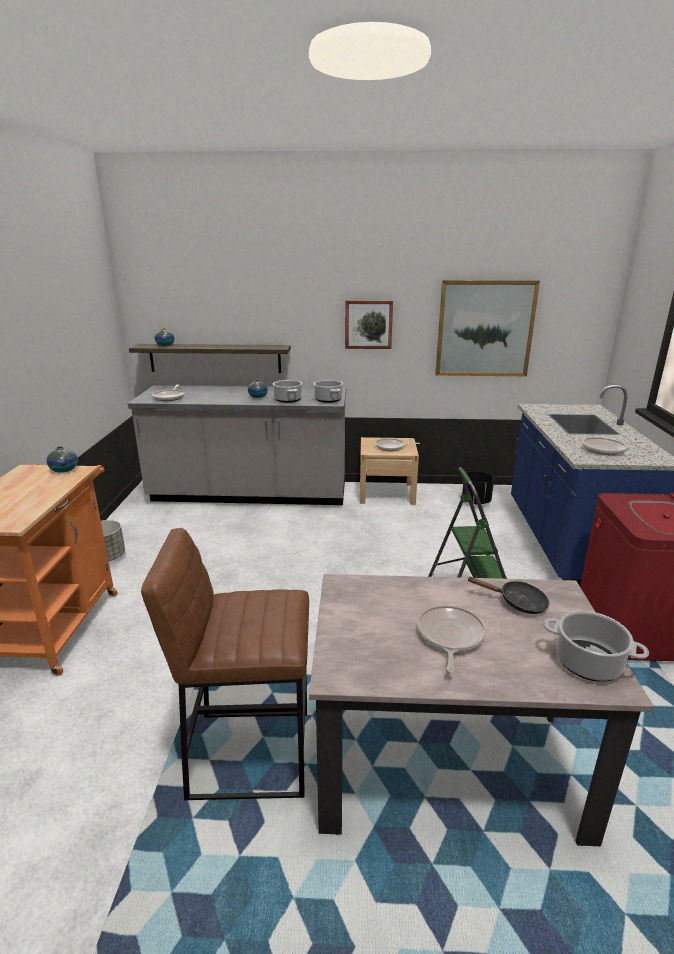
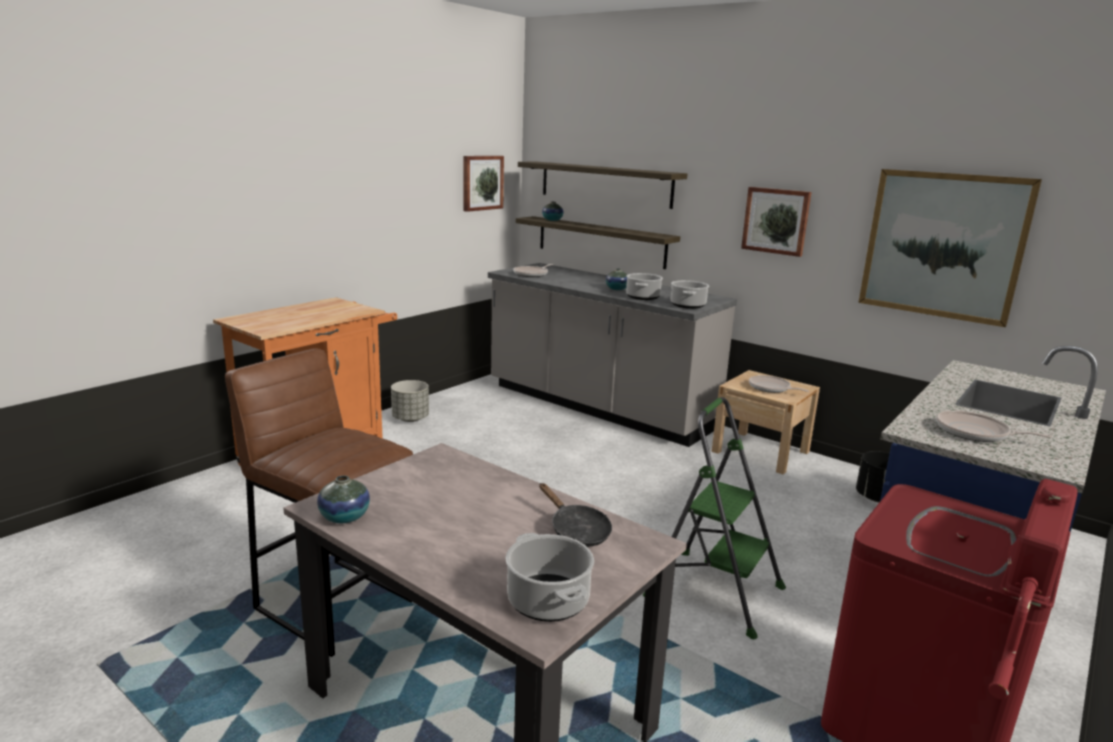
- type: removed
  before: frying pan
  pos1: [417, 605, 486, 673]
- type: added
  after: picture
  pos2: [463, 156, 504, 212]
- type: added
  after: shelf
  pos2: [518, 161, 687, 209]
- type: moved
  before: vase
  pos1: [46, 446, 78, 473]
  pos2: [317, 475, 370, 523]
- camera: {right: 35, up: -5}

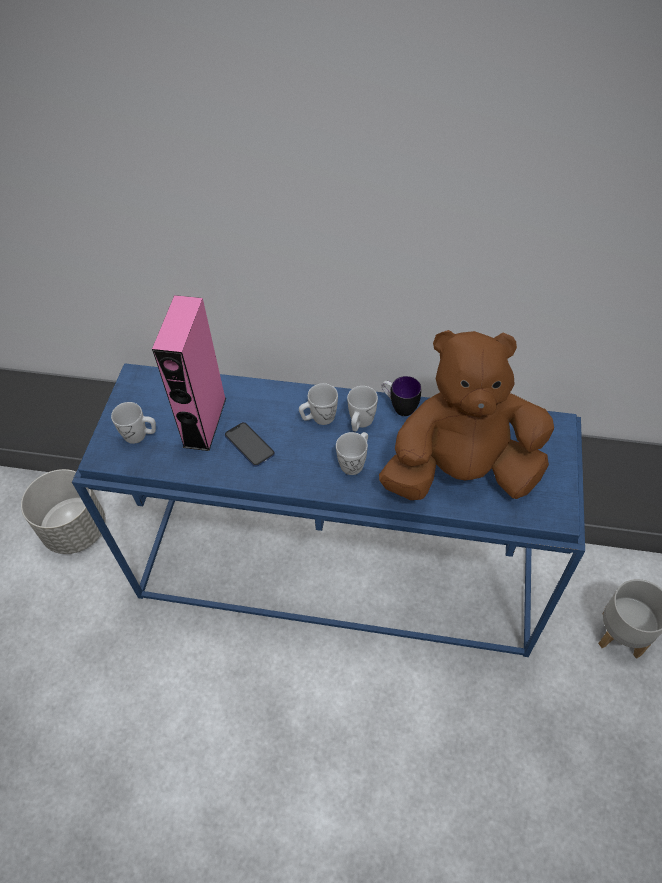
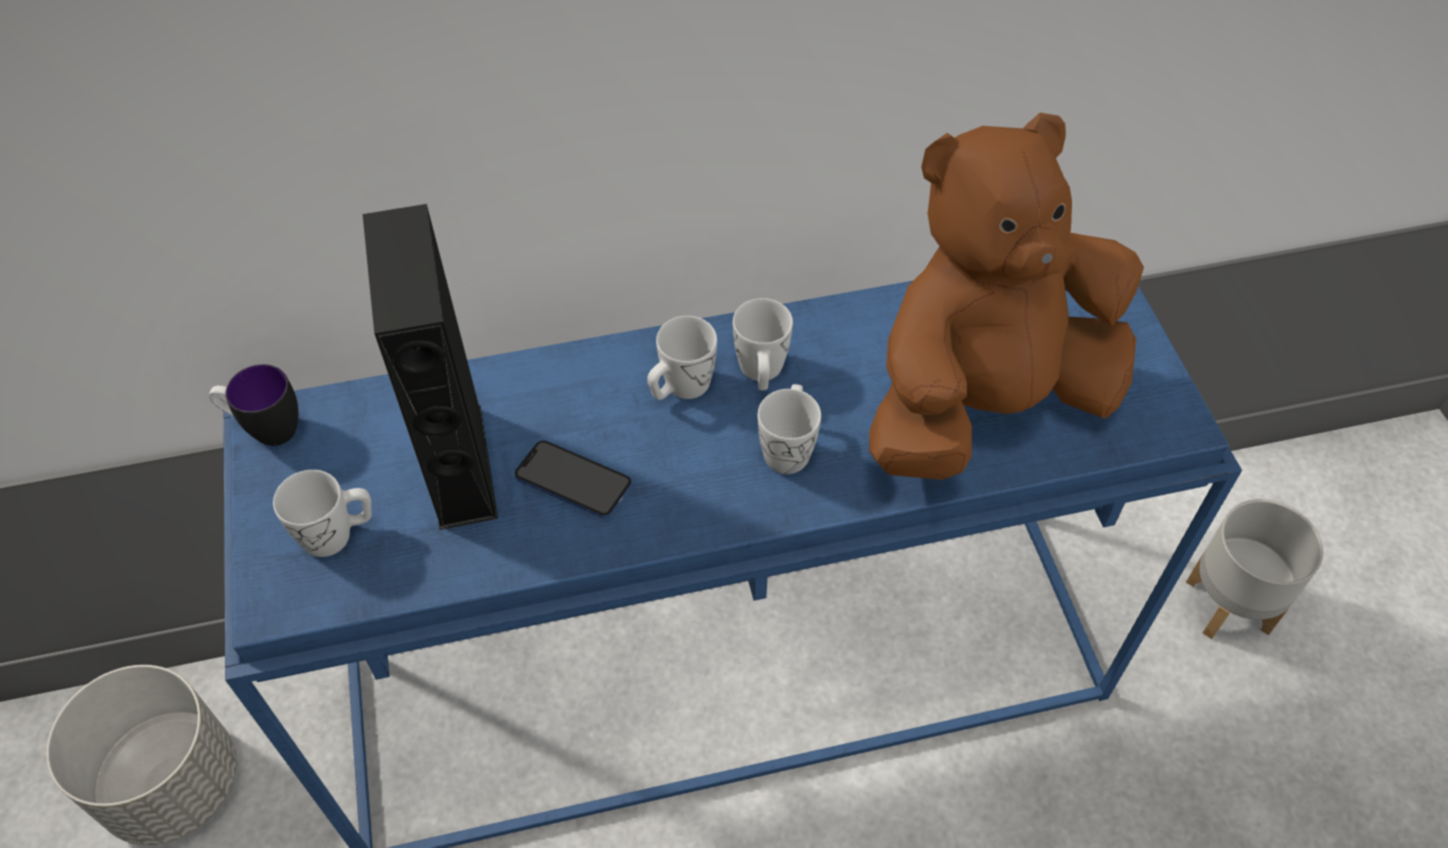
- type: moved
  before: mug
  pos1: [382, 376, 421, 416]
  pos2: [209, 364, 298, 446]
- type: recoloured
  before: speaker (pink)
  after: speaker (black)
  pos1: [152, 295, 226, 451]
  pos2: [363, 204, 498, 530]
- camera: {right: -25, up: 0}

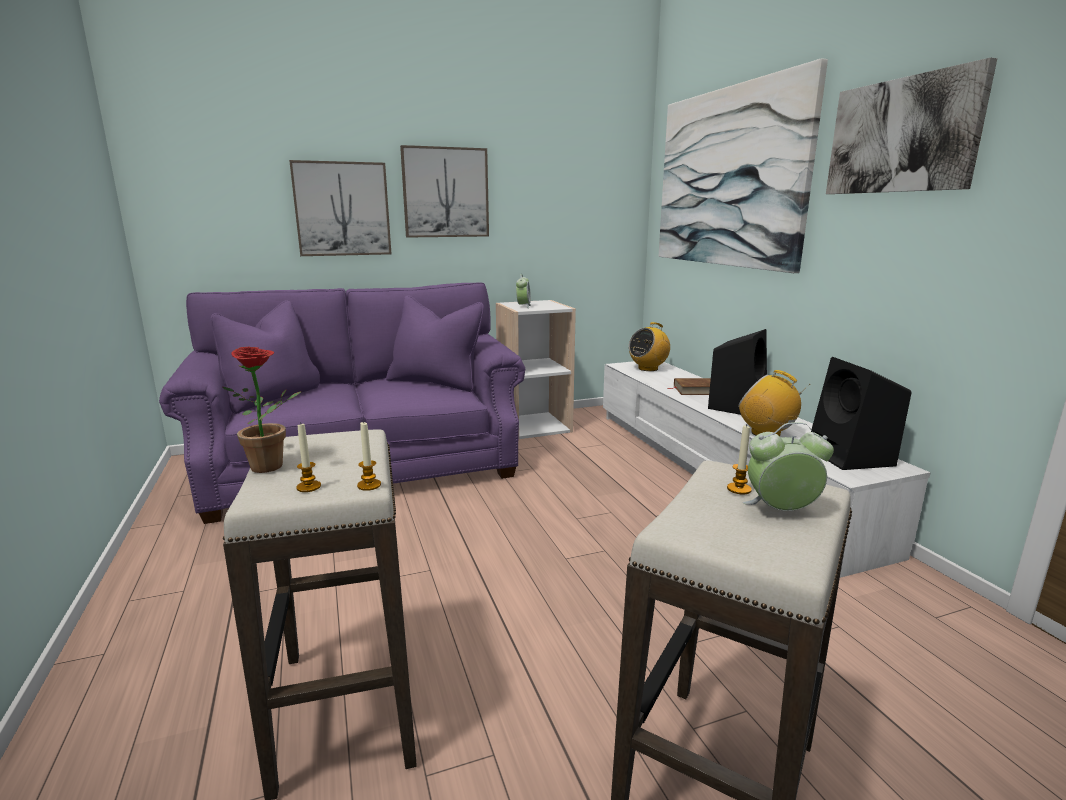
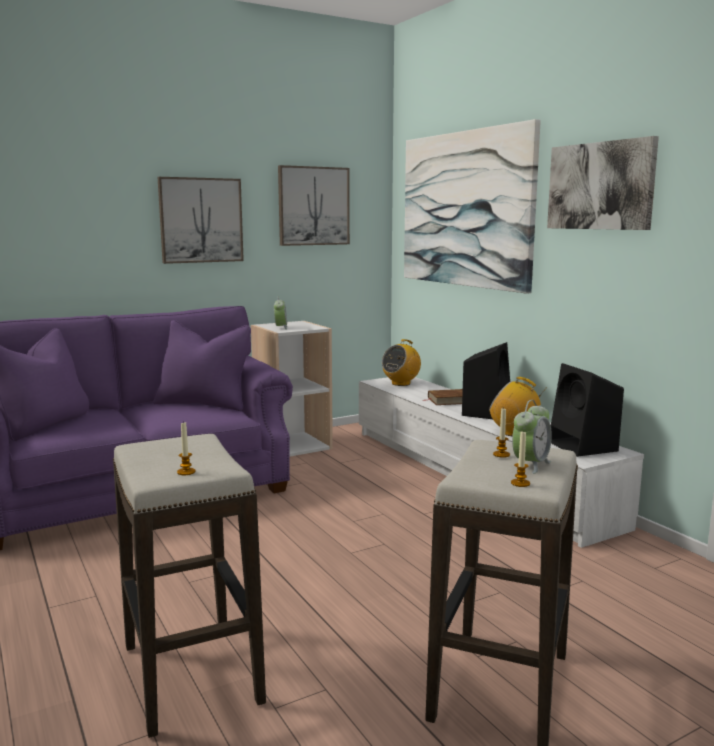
- type: removed
  before: potted plant
  pos1: [223, 347, 301, 473]
- type: moved
  before: picture
  pos1: [289, 160, 392, 256]
  pos2: [278, 165, 350, 246]
- type: moved
  before: candle
  pos1: [357, 421, 381, 491]
  pos2: [511, 430, 530, 487]
- type: turned
  before: alarm clock
  pos1: [743, 422, 834, 511]
  pos2: [512, 400, 552, 474]
  turn: 135
- camera: {right: -10, up: -5}

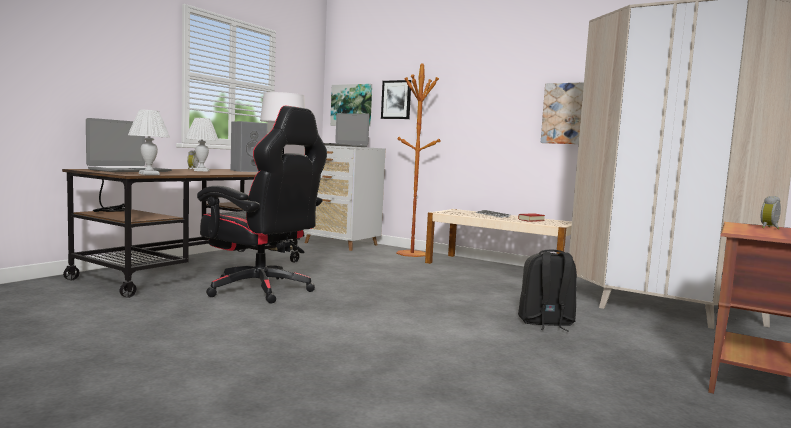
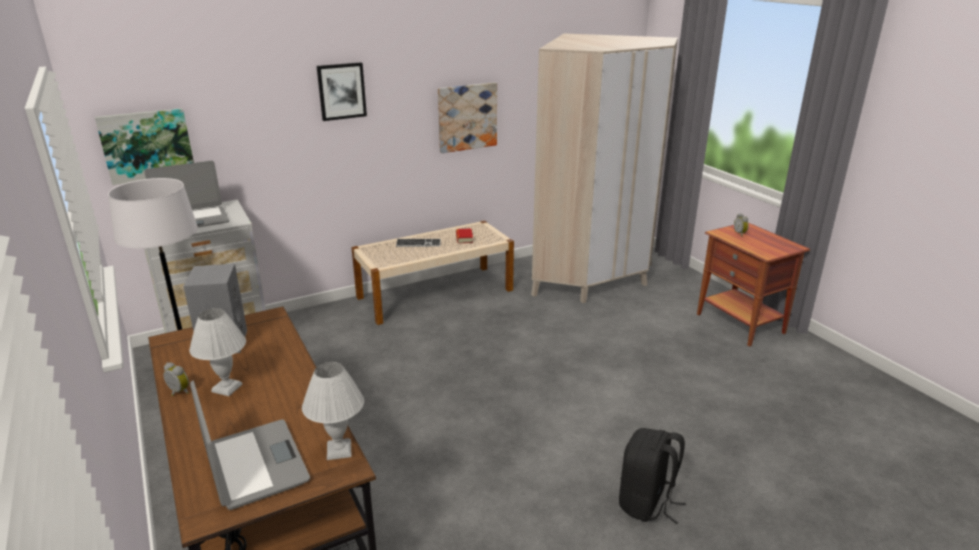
- type: removed
  before: office chair (black)
  pos1: [197, 106, 327, 304]
- type: removed
  before: clothes rack (orange)
  pos1: [396, 63, 440, 257]
- type: moved
  before: picture
  pos1: [381, 80, 411, 119]
  pos2: [317, 62, 367, 121]
- type: moved
  before: backpack (black)
  pos1: [518, 249, 577, 331]
  pos2: [619, 428, 686, 524]
- camera: {right: -60, up: 20}

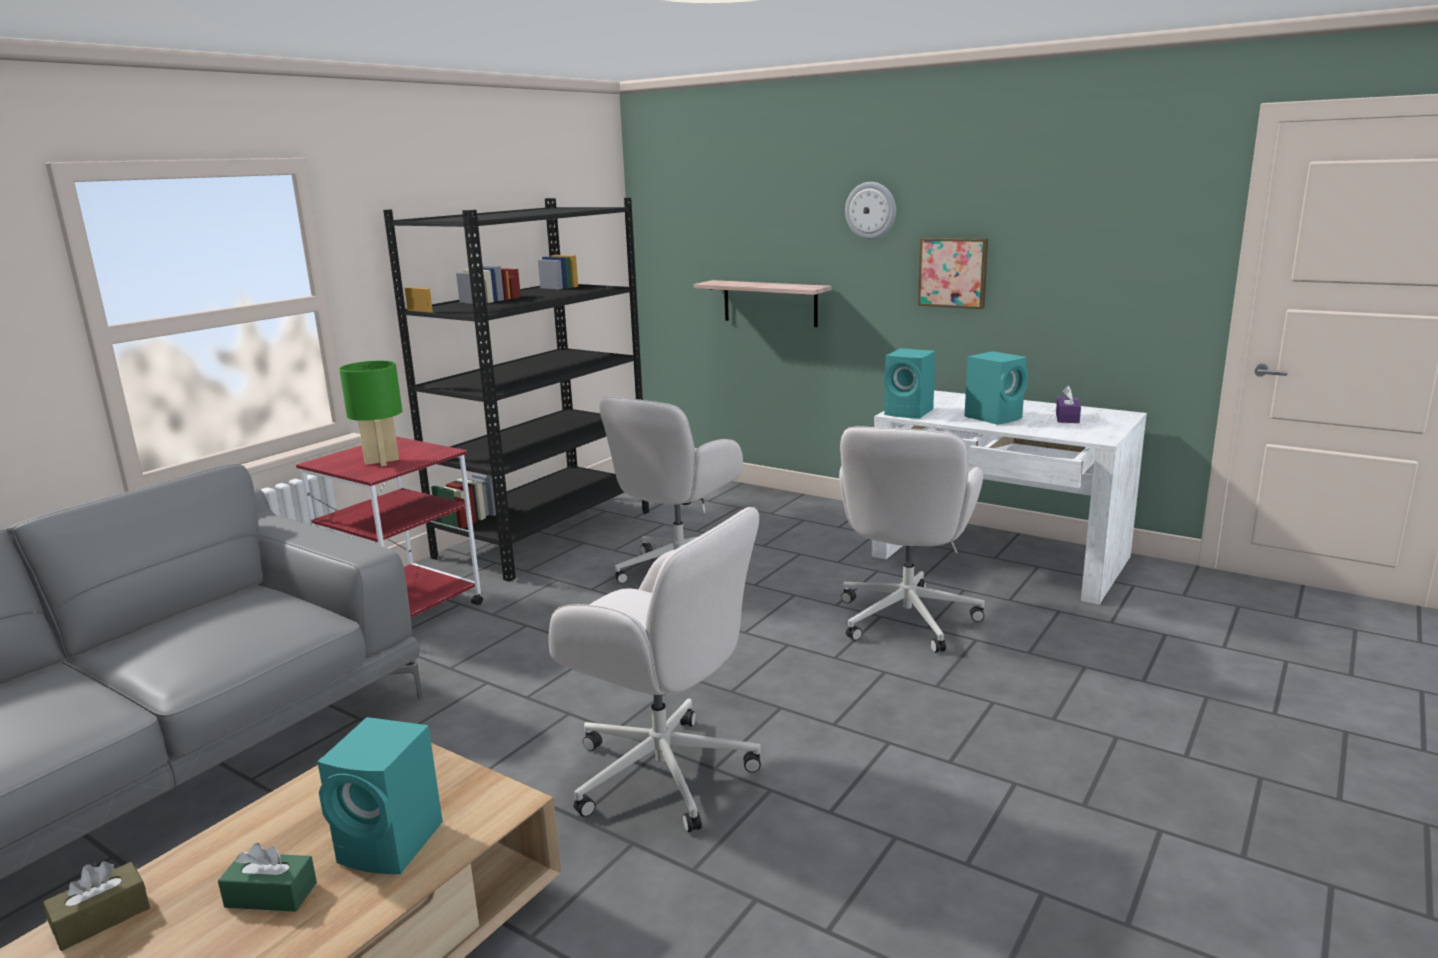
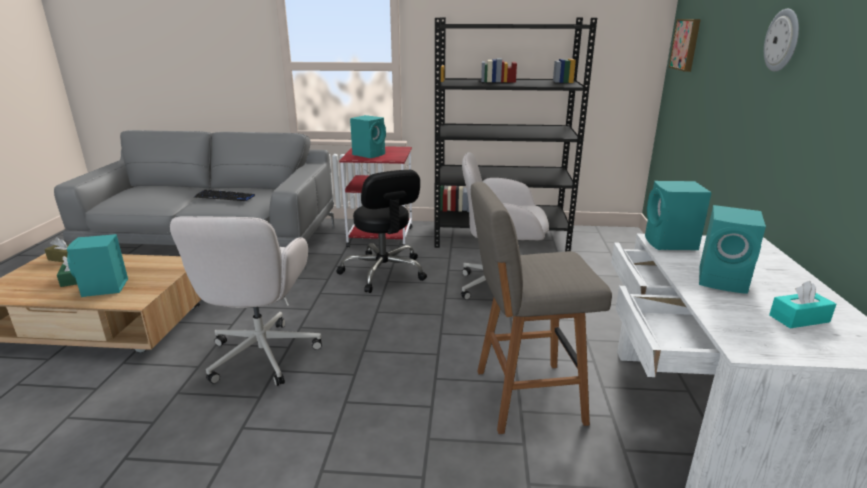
- type: removed
  before: shelf
  pos1: [694, 280, 832, 327]
- type: added
  after: keyboard
  pos2: [194, 190, 255, 201]
- type: added
  after: office chair (black)
  pos2: [336, 170, 427, 293]
- type: moved
  before: picture
  pos1: [918, 238, 988, 309]
  pos2: [669, 19, 701, 72]
- type: replaced
  before: table lamp (green)
  after: speaker (turquoise)
  pos1: [339, 361, 402, 466]
  pos2: [350, 115, 386, 158]
- type: replaced
  before: office chair (white)
  after: stool (grey)
  pos1: [839, 426, 985, 653]
  pos2: [471, 182, 612, 434]
- type: recoloured
  before: tissue box (purple)
  after: tissue box (turquoise)
  pos1: [1056, 386, 1081, 423]
  pos2: [769, 281, 836, 328]
- camera: {right: 60, up: 5}

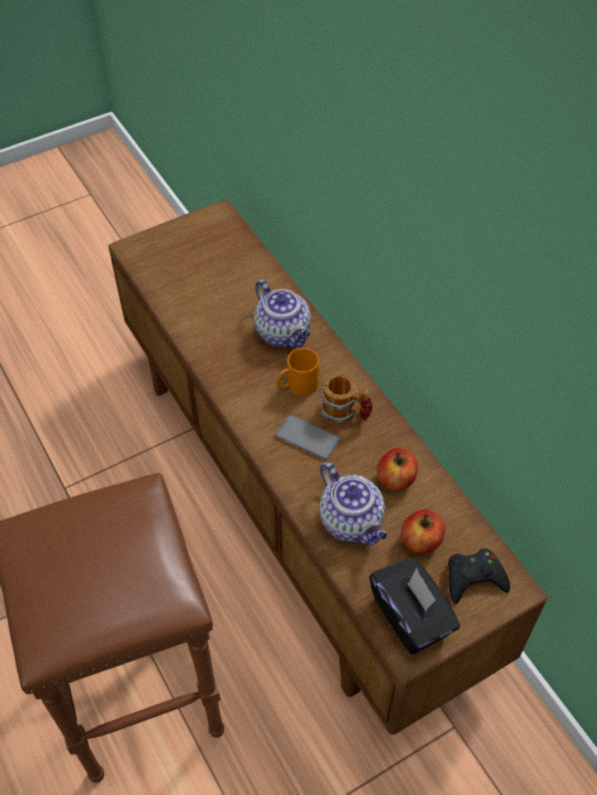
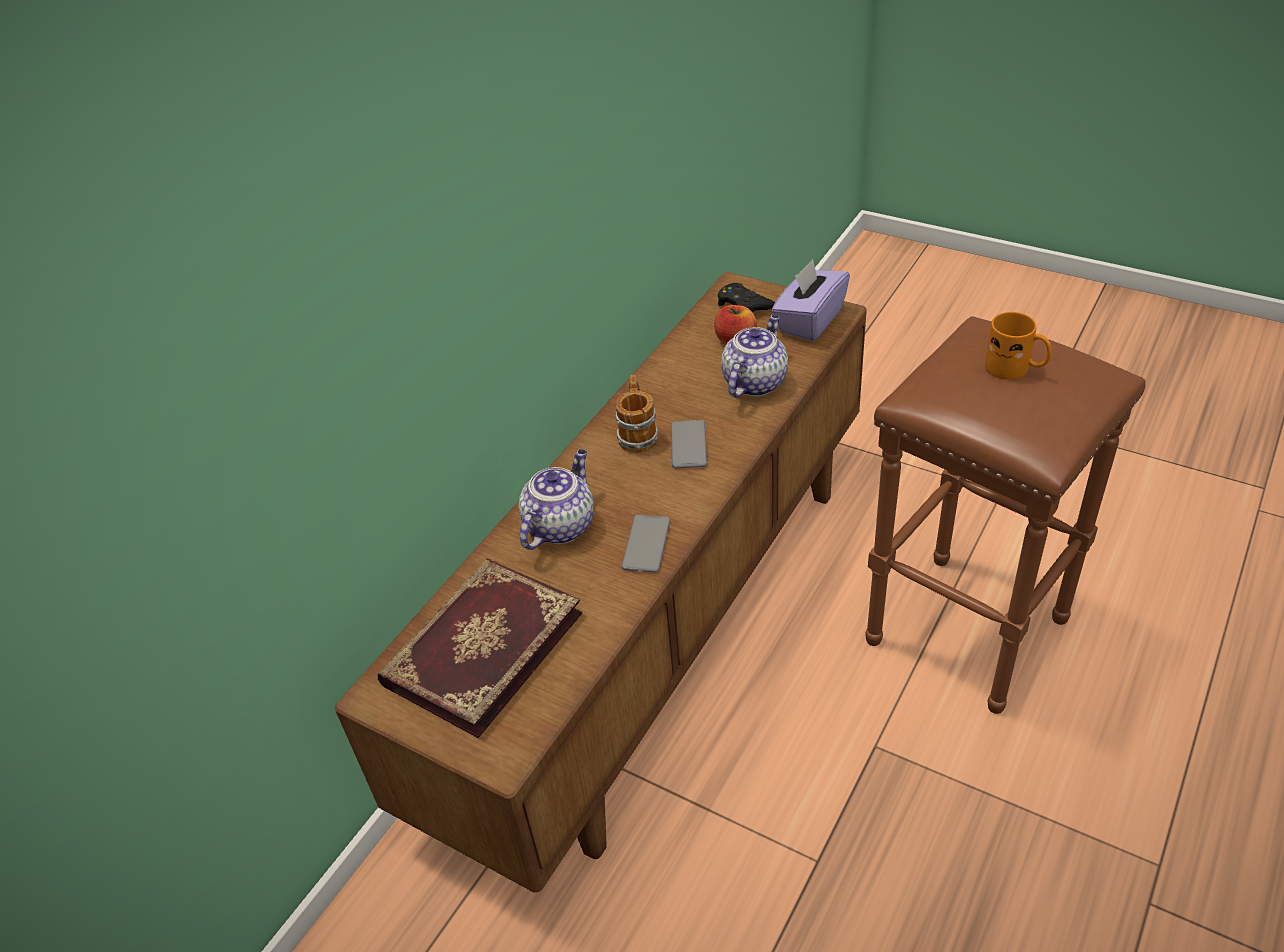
- type: removed
  before: apple
  pos1: [377, 448, 418, 491]
- type: added
  after: book
  pos2: [378, 559, 582, 738]
- type: added
  after: phone
  pos2: [622, 515, 670, 573]
- type: moved
  before: mug (orange)
  pos1: [276, 348, 319, 396]
  pos2: [985, 312, 1052, 379]
- type: recoloured
  before: tissue box (black)
  after: tissue box (purple)
  pos1: [369, 558, 460, 655]
  pos2: [772, 259, 850, 341]
- camera: {right: -115, up: -10}

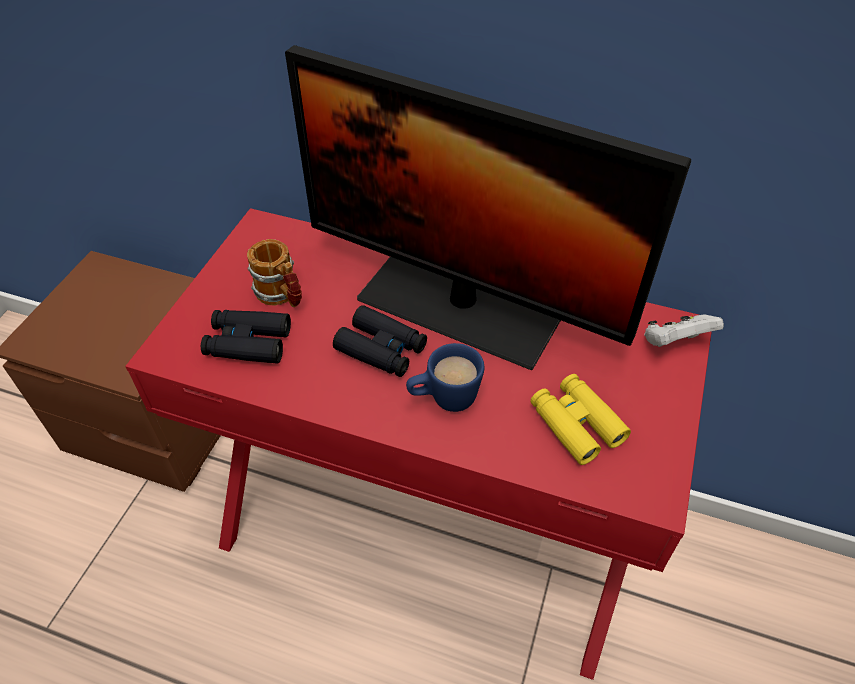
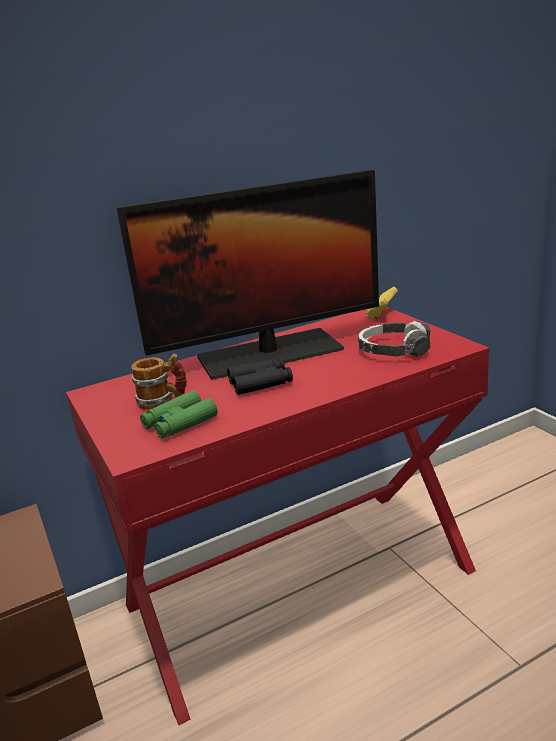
- type: removed
  before: mug (blue)
  pos1: [406, 343, 484, 412]
- type: replaced
  before: binoculars (yellow)
  after: headphones
  pos1: [531, 374, 631, 465]
  pos2: [358, 321, 431, 356]
- type: recoloured
  before: binoculars (black)
  after: binoculars (green)
  pos1: [201, 310, 291, 364]
  pos2: [140, 390, 218, 439]
- type: recoloured
  before: game controller (white)
  after: game controller (yellow)
  pos1: [644, 315, 724, 347]
  pos2: [365, 287, 398, 319]
- camera: {right: -45, up: -25}

